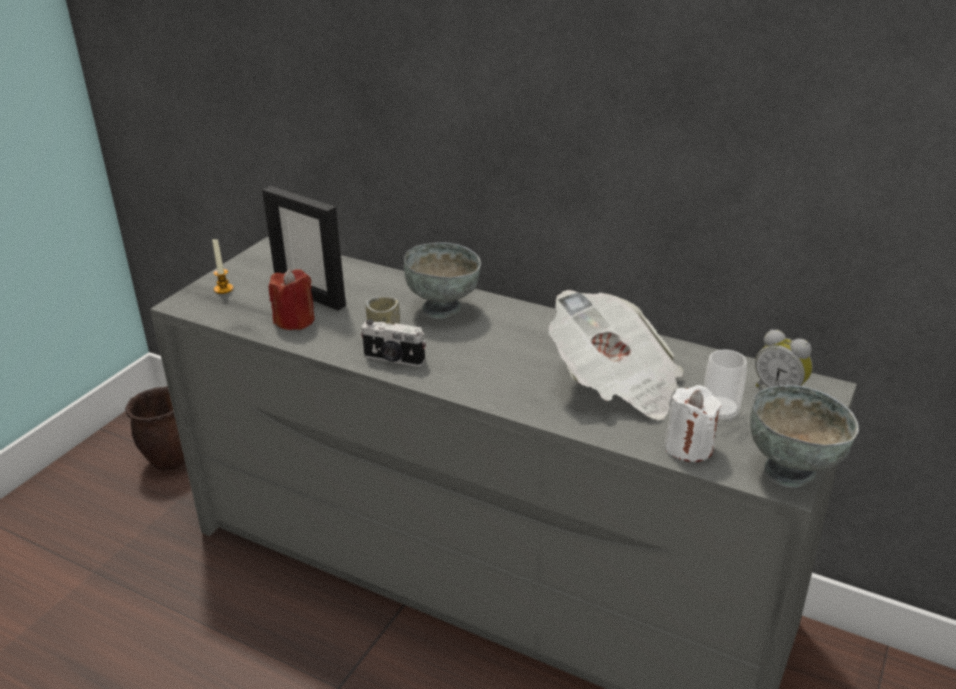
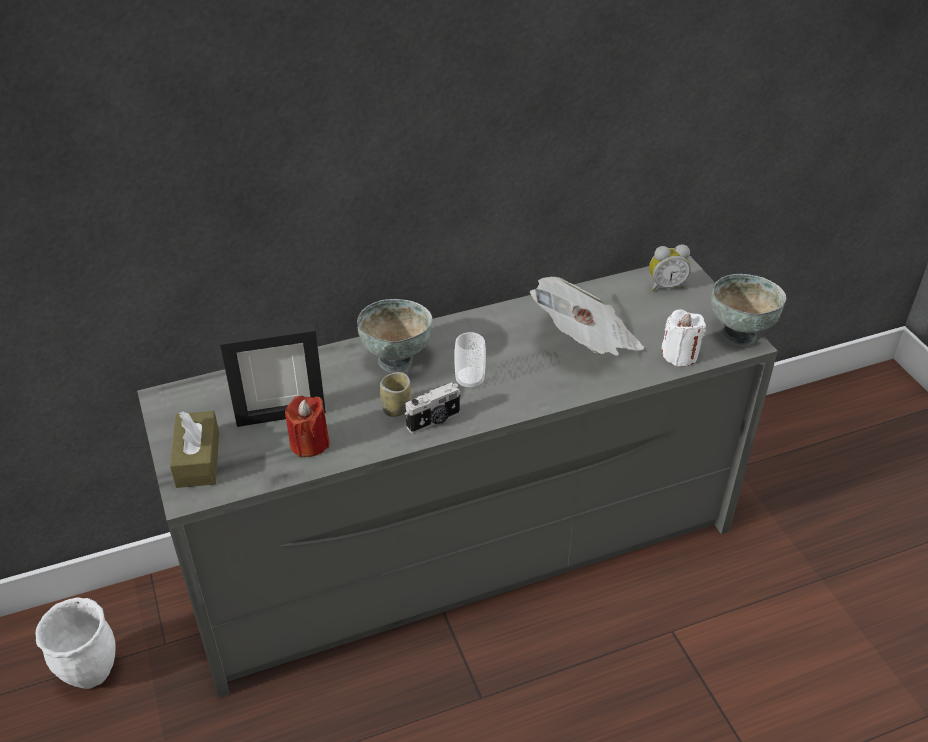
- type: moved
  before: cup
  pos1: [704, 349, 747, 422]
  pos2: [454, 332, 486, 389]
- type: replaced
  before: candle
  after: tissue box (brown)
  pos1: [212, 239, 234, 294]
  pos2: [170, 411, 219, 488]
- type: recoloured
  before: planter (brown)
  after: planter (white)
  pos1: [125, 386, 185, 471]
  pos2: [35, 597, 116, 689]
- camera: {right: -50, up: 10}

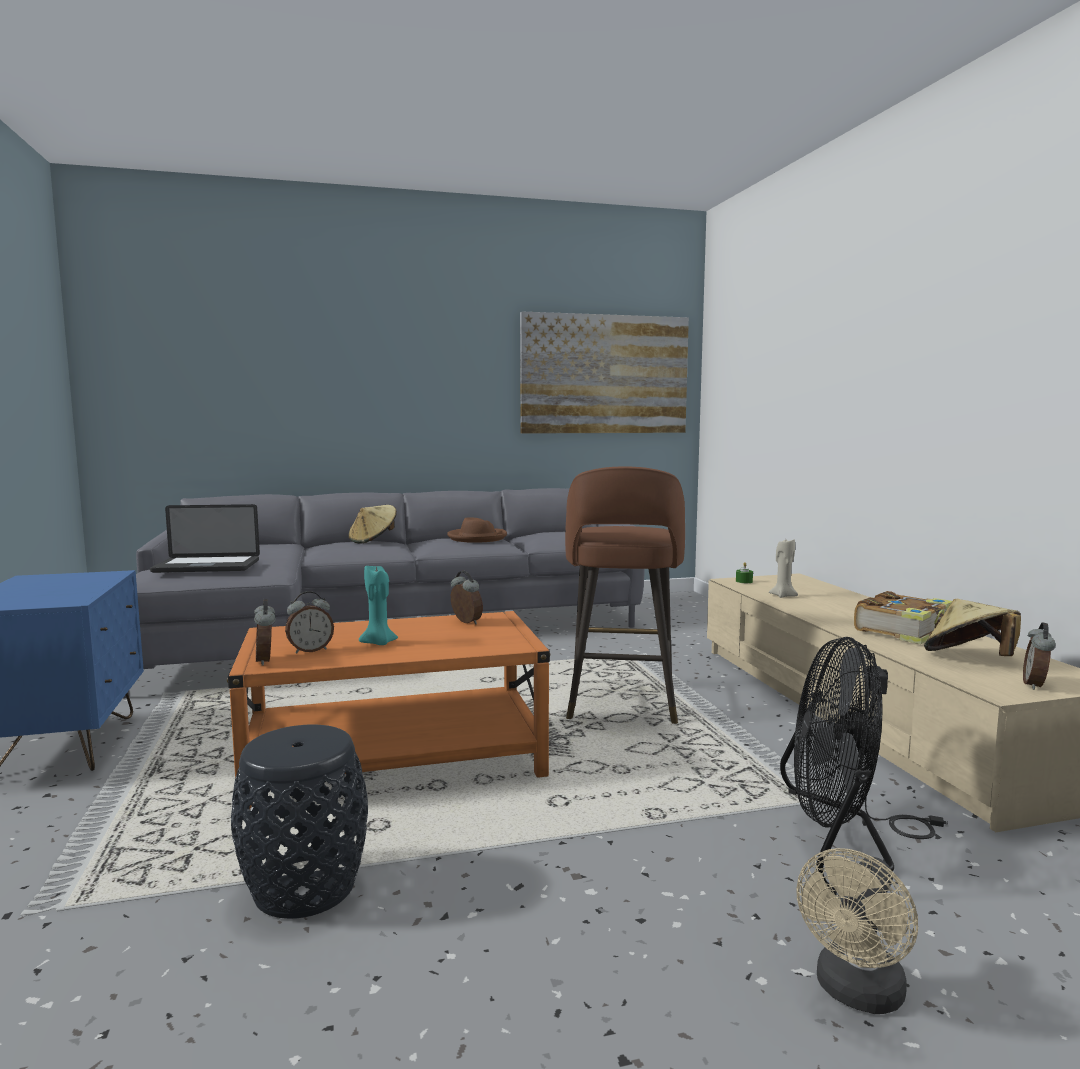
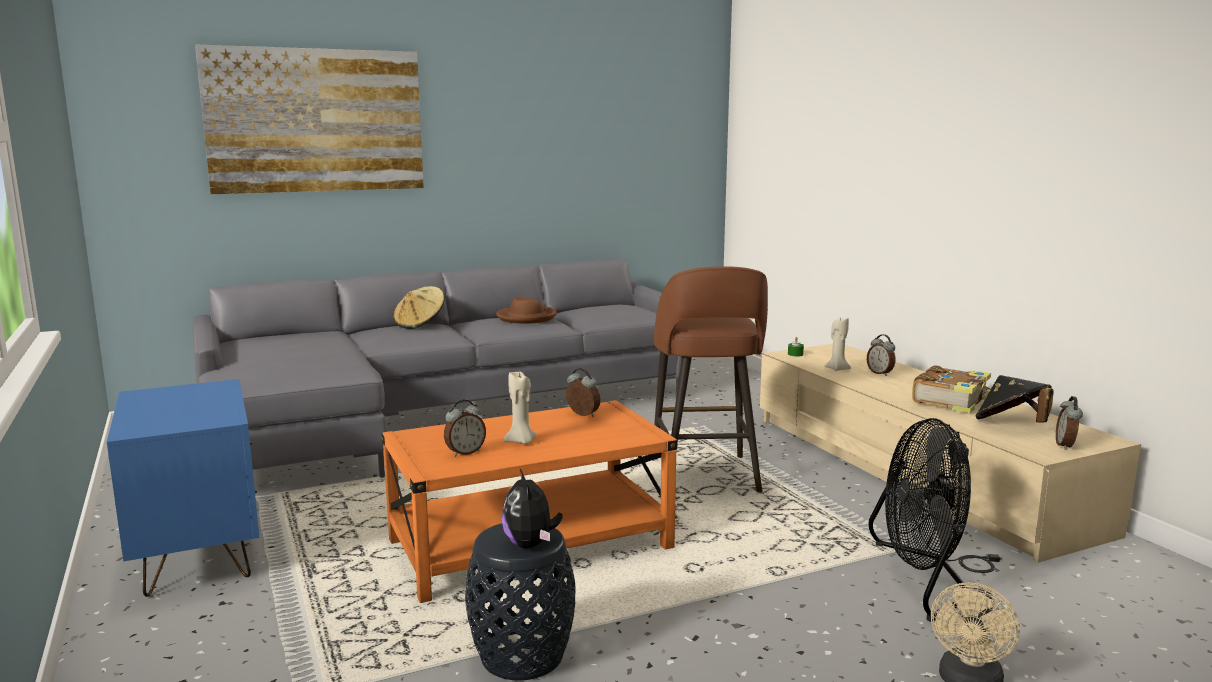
- type: removed
  before: laptop
  pos1: [150, 504, 260, 573]
- type: added
  after: plush toy
  pos2: [502, 469, 563, 548]
- type: moved
  before: alarm clock
  pos1: [254, 599, 276, 666]
  pos2: [867, 334, 896, 376]
- type: moved
  before: picture
  pos1: [520, 312, 689, 434]
  pos2: [195, 44, 424, 194]
- type: recoloured
  before: candle (turquoise)
  after: candle (beige)
  pos1: [359, 563, 398, 645]
  pos2: [504, 371, 537, 444]
- type: recoloured
  before: hat (beige)
  after: hat (black)
  pos1: [924, 599, 1021, 656]
  pos2: [976, 375, 1054, 423]
- camera: {right: -10, up: 5}

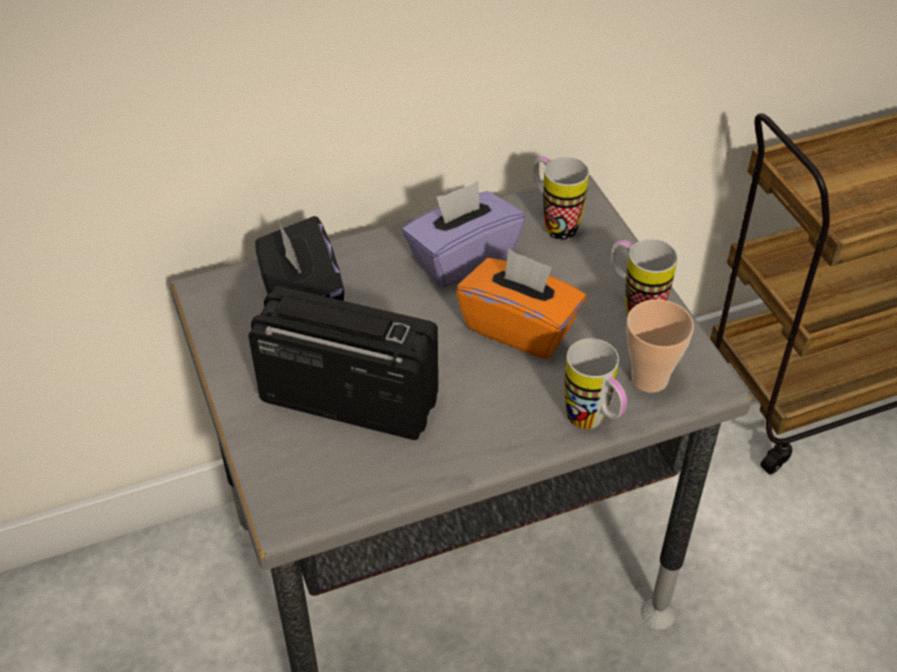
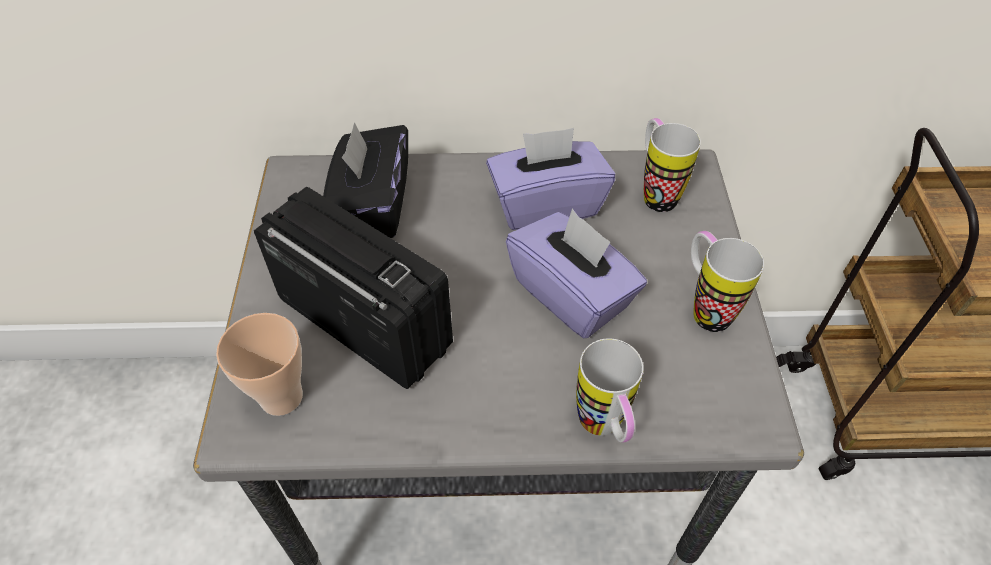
- type: moved
  before: cup
  pos1: [626, 299, 694, 393]
  pos2: [216, 313, 303, 416]
- type: recoloured
  before: tissue box (orange)
  after: tissue box (purple)
  pos1: [456, 248, 586, 359]
  pos2: [506, 208, 647, 338]
- camera: {right: 20, up: 5}

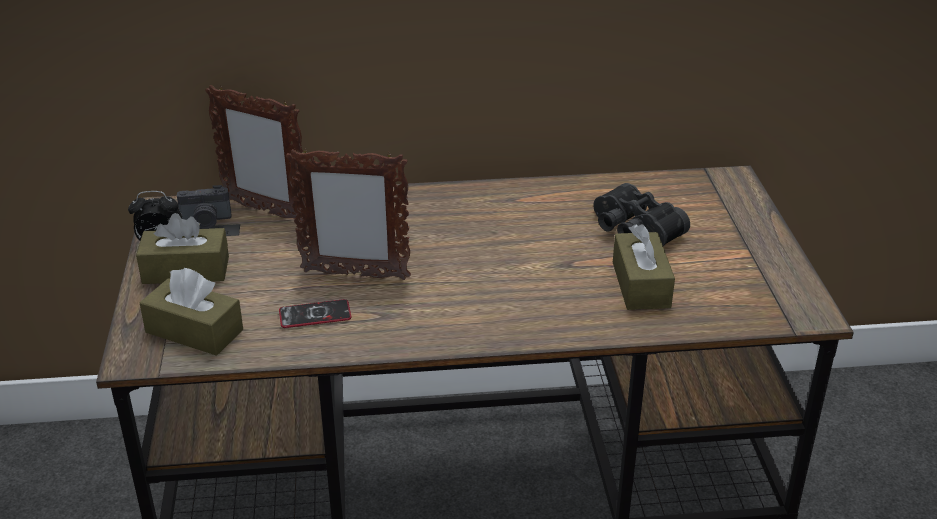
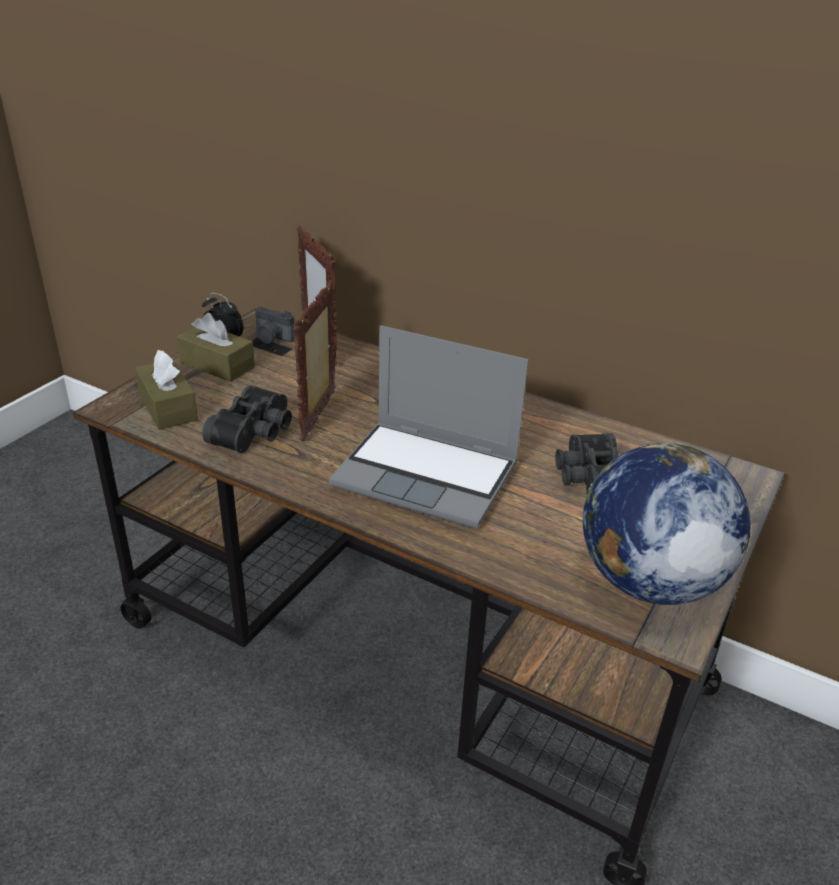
- type: removed
  before: tissue box (brown)
  pos1: [613, 224, 675, 310]
- type: added
  after: laptop
  pos2: [329, 325, 528, 529]
- type: added
  after: globe
  pos2: [583, 443, 751, 605]
- type: replaced
  before: phone
  after: binoculars (black)
  pos1: [279, 299, 351, 328]
  pos2: [202, 385, 292, 453]
- type: turned
  before: picture frame
  pos1: [286, 149, 411, 280]
  pos2: [294, 280, 335, 442]
  turn: 60
- camera: {right: 35, up: 0}

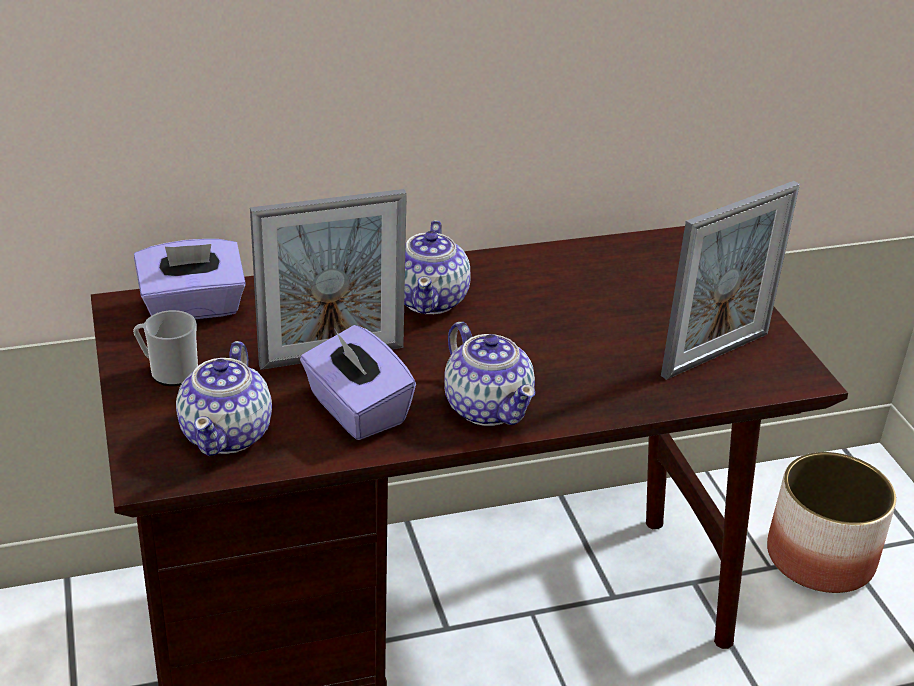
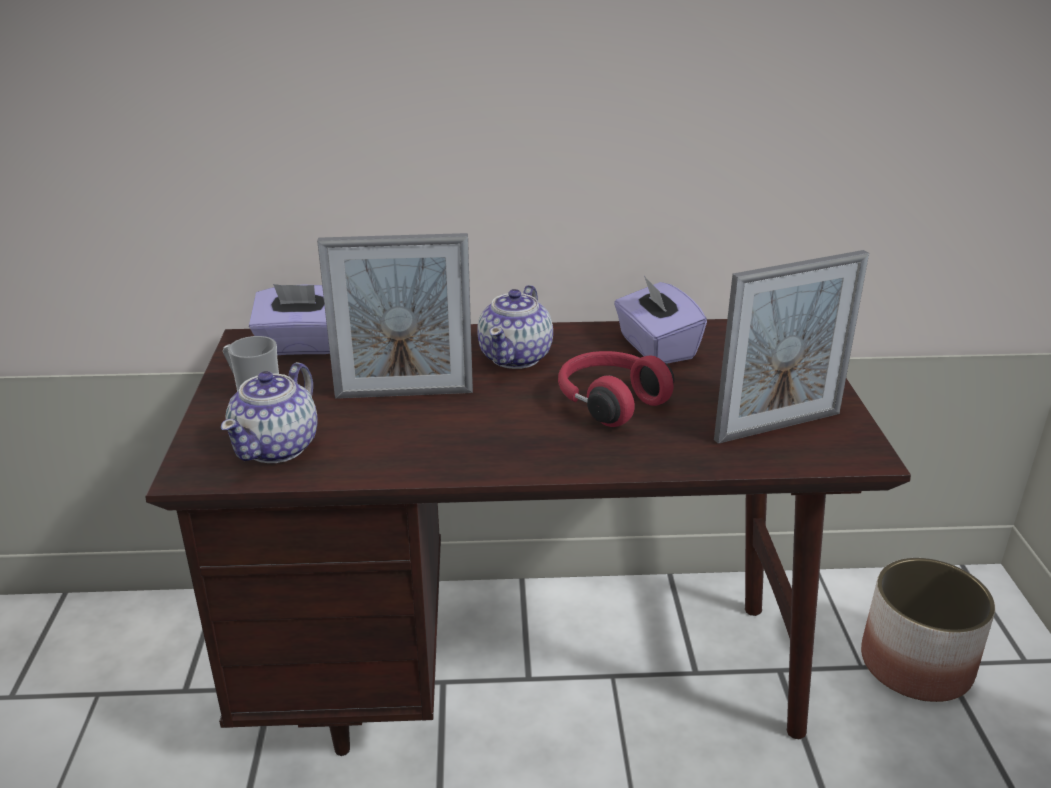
- type: removed
  before: teapot
  pos1: [444, 322, 535, 426]
- type: added
  after: headphones (red)
  pos2: [558, 351, 674, 427]
- type: moved
  before: tissue box (purple)
  pos1: [300, 325, 416, 440]
  pos2: [614, 276, 707, 364]
- camera: {right: 15, up: -5}

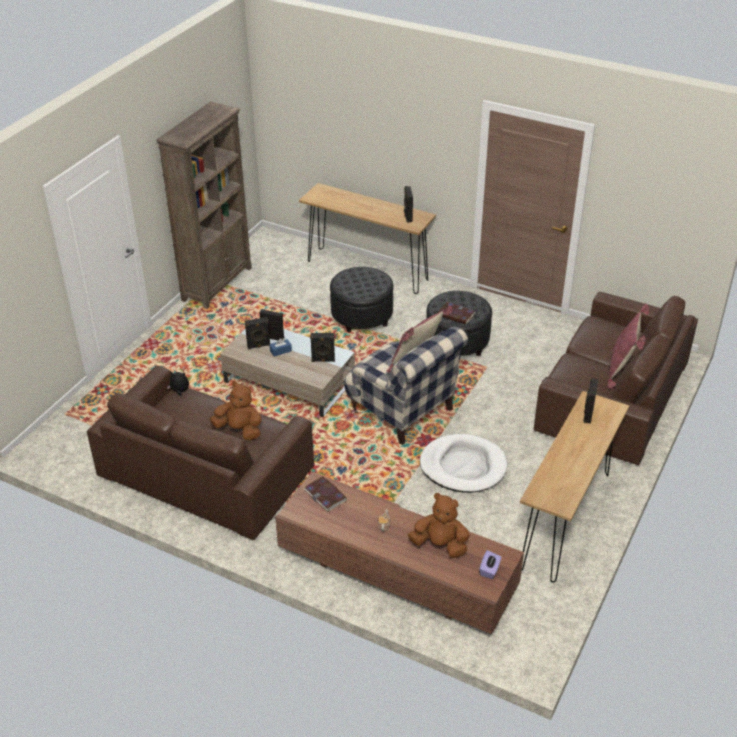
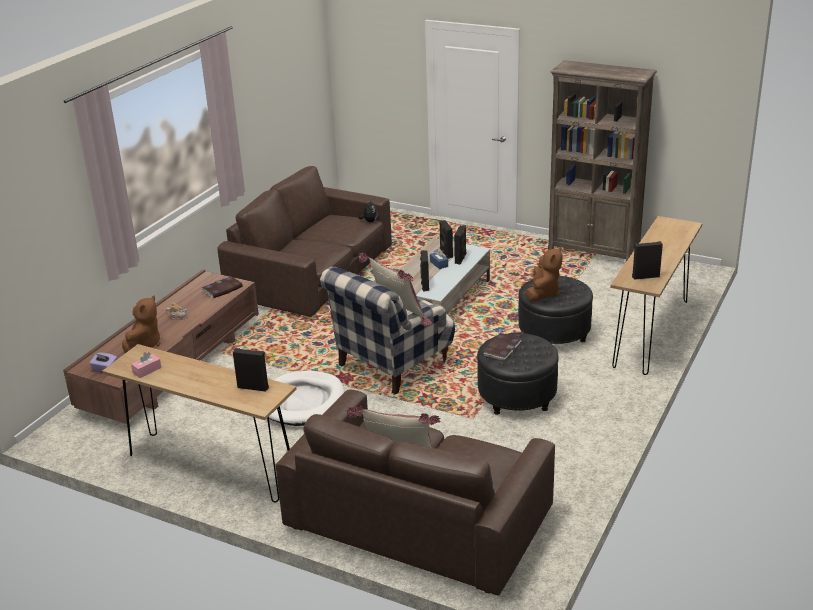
- type: added
  after: tissue box (pink)
  pos2: [131, 352, 162, 378]
- type: moved
  before: plush toy (brown)
  pos1: [210, 381, 262, 441]
  pos2: [526, 247, 563, 301]
- camera: {right: 90, up: -10}

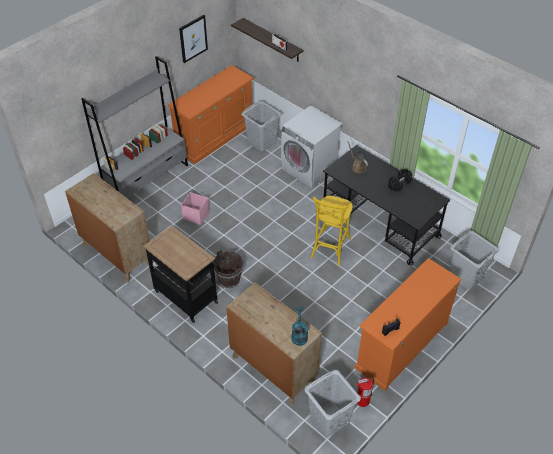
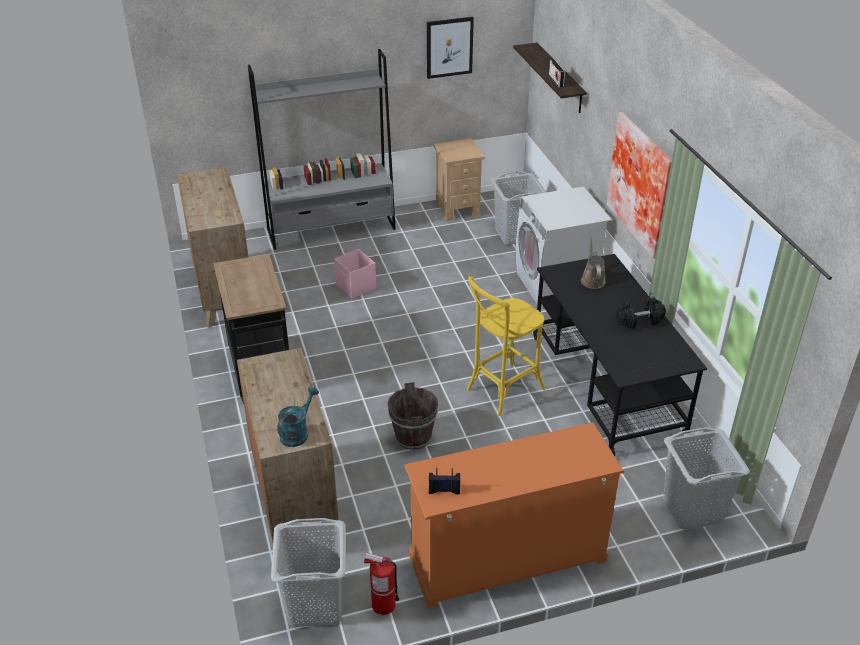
- type: added
  after: picture
  pos2: [607, 112, 672, 258]
- type: moved
  before: bucket (brown)
  pos1: [213, 250, 243, 288]
  pos2: [387, 382, 438, 450]
- type: replaced
  before: cabinet (orange)
  after: nightstand (beige)
  pos1: [168, 65, 254, 164]
  pos2: [434, 138, 485, 221]
- camera: {right: 30, up: -10}

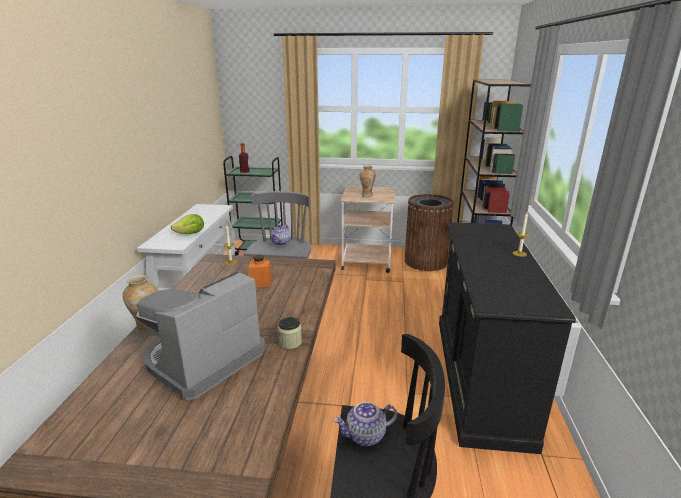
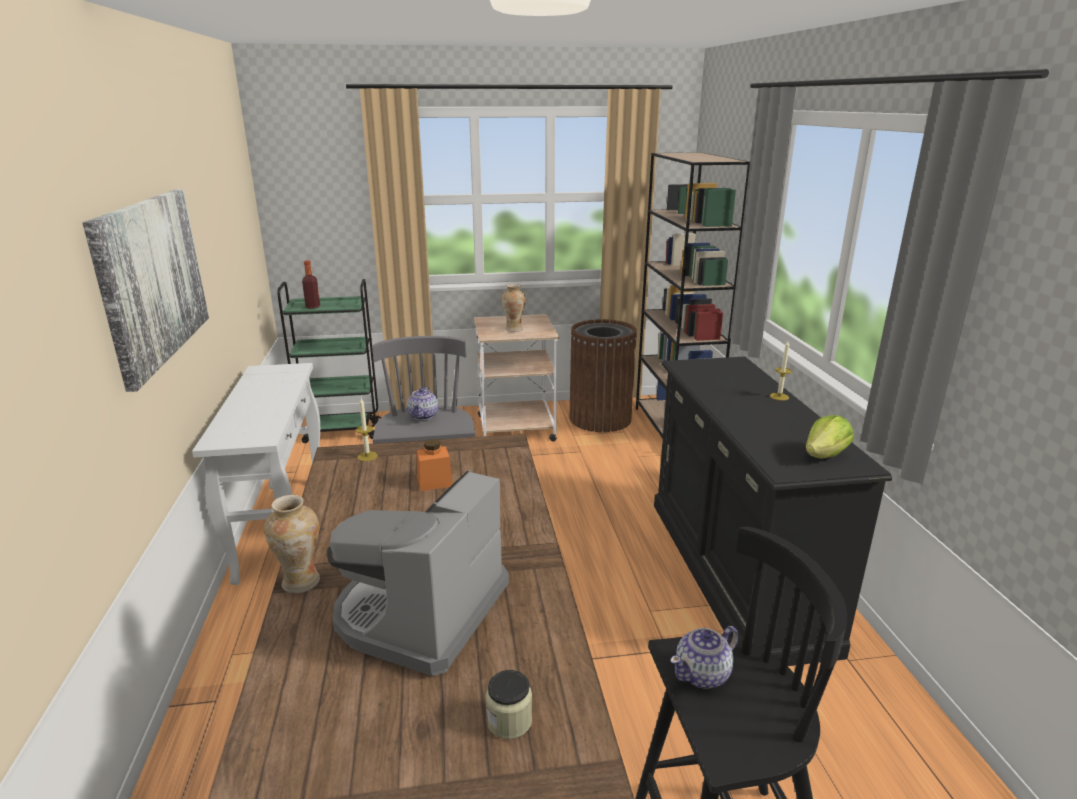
- type: added
  after: picture
  pos2: [82, 189, 209, 392]
- type: moved
  before: lettuce
  pos1: [171, 214, 204, 234]
  pos2: [806, 415, 853, 459]
- type: moved
  before: jar
  pos1: [278, 317, 302, 349]
  pos2: [486, 670, 532, 739]
- camera: {right: -15, up: 0}

